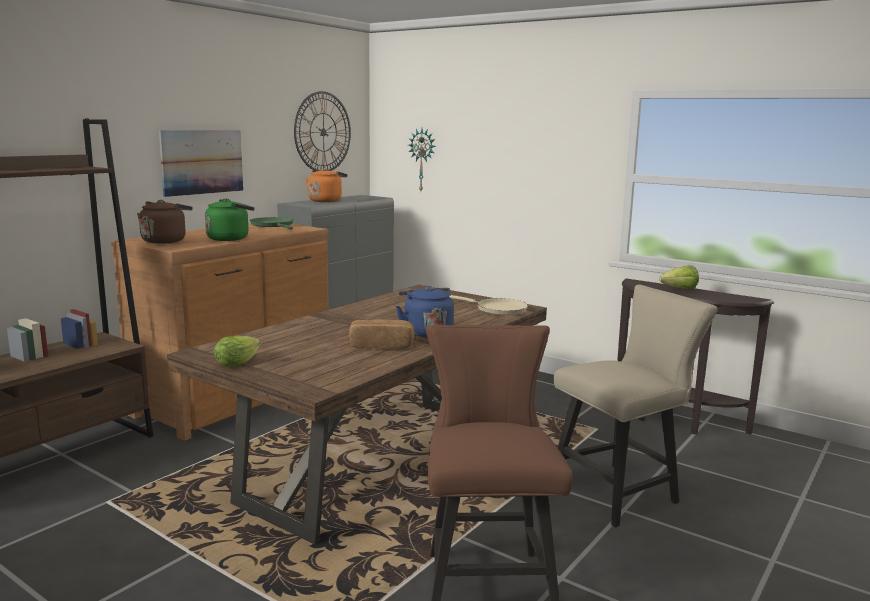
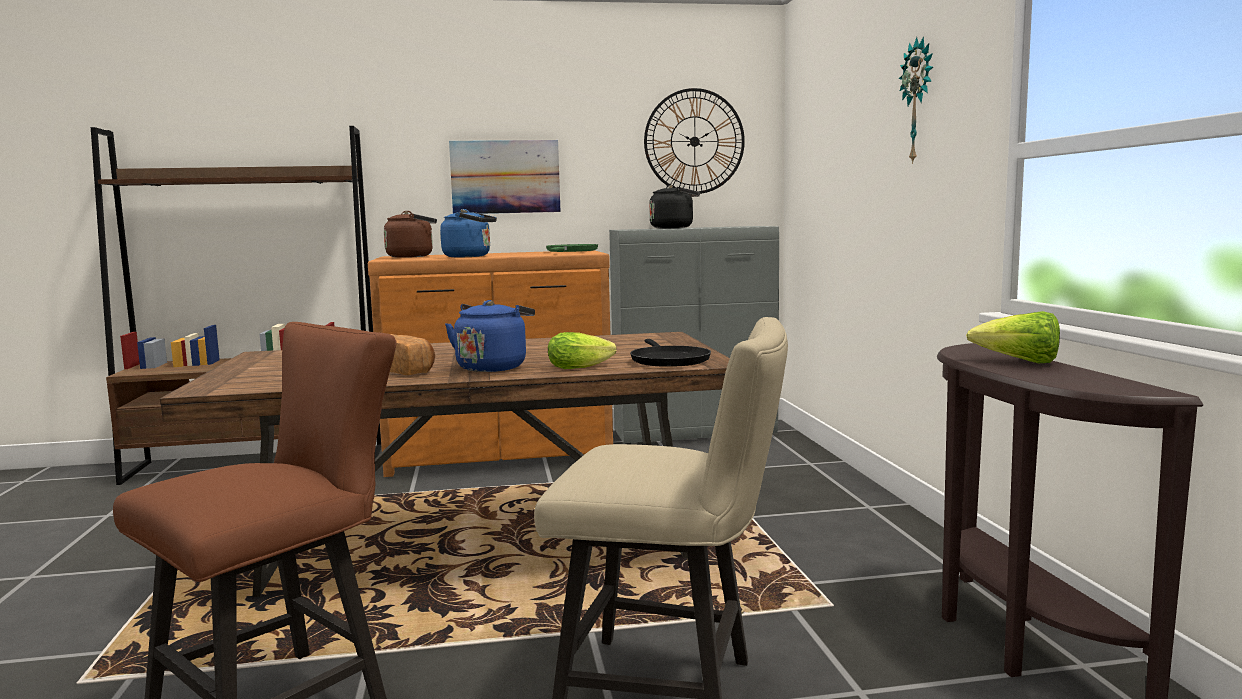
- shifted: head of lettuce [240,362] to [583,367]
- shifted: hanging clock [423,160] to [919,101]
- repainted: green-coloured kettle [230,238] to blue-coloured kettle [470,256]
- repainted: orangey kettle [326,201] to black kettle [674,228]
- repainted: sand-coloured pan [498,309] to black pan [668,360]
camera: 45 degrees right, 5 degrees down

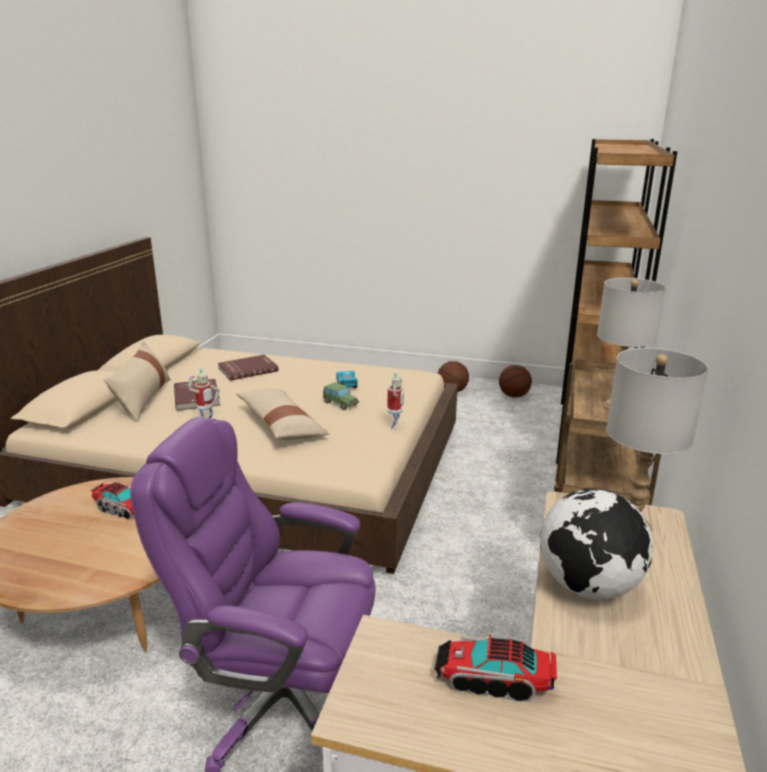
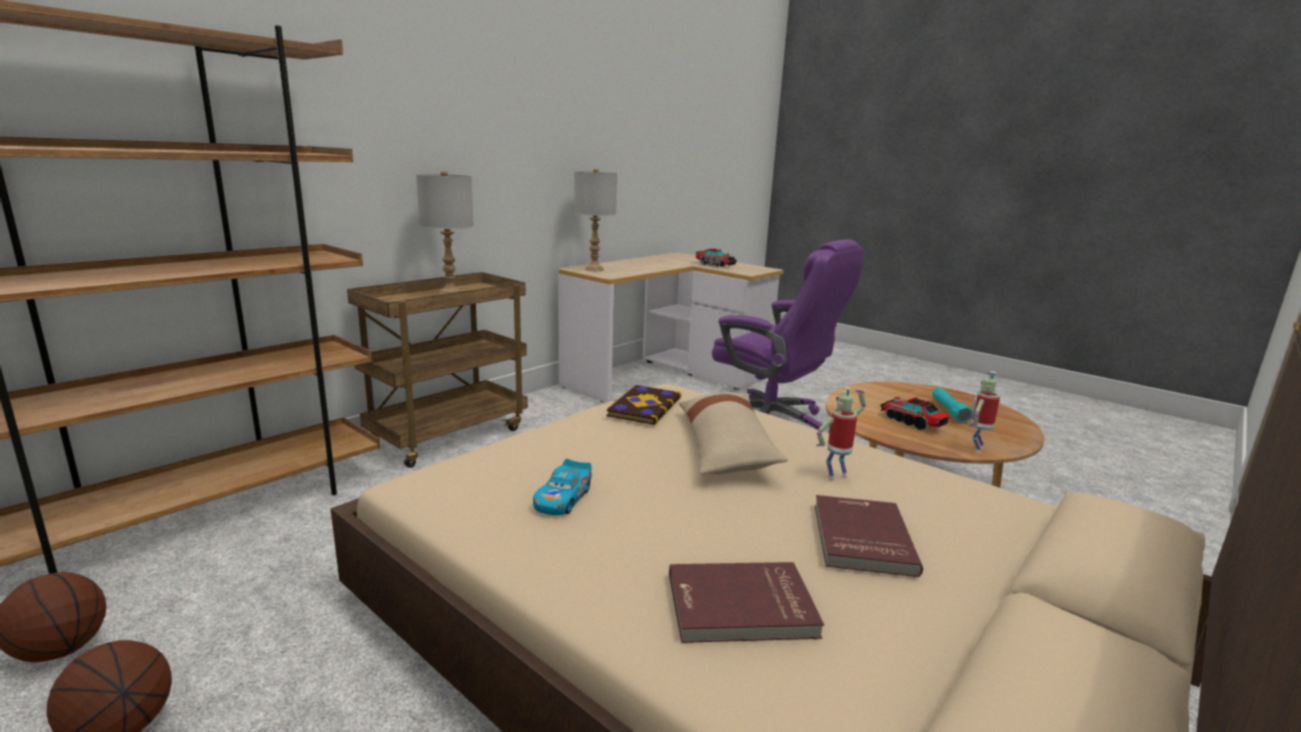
- gone: sand-coloured pillow [143,399]
- gone: miniature car [340,404]
- gone: globe [588,587]
- new: book [643,407]
- new: blue-green torch [949,411]
- shifted: model robot [395,428] to [976,449]
camera: 155 degrees left, 5 degrees down

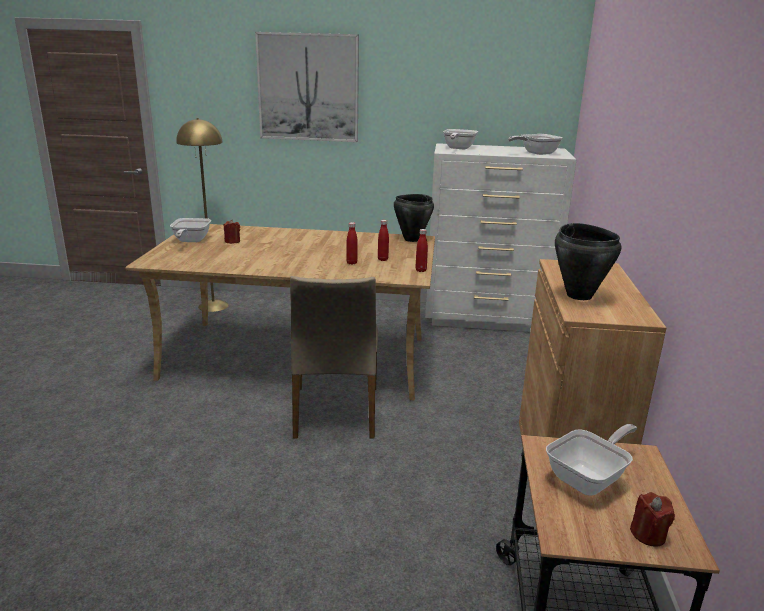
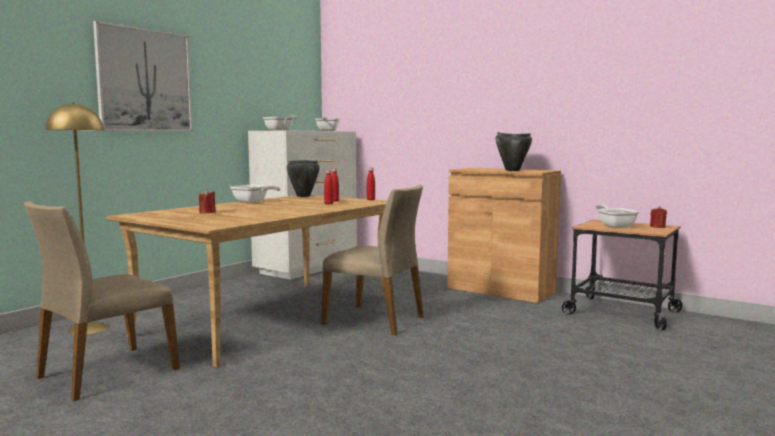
- new: sand-coloured upright chair [106,373]
- shifted: pan [190,241] to [253,202]
camera: 60 degrees left, 15 degrees down

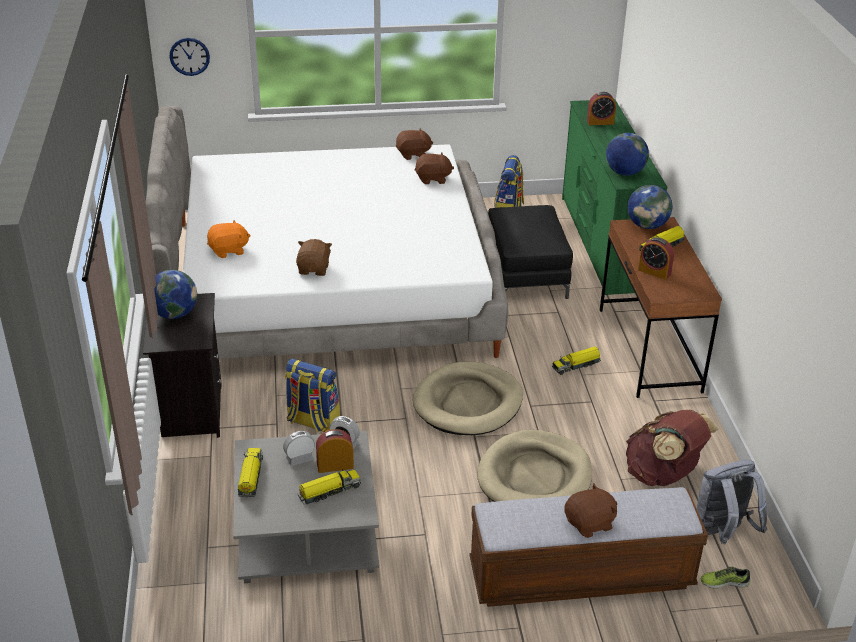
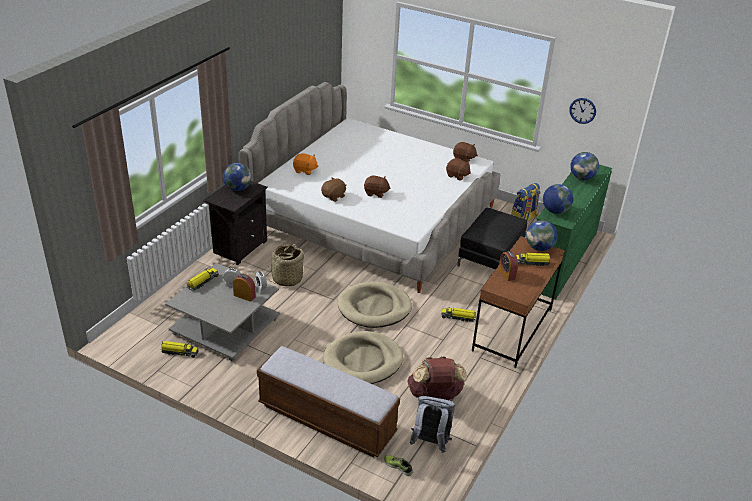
- shifted: hanging clock [189,56] to [582,110]
- shifted: toy truck [328,491] to [179,352]
- shifted: brown plush toy [590,524] to [376,193]
- swapped: knapsack [312,421] to storage basket [287,279]
- swapped: table clock [600,122] to globe [582,177]
camera: 35 degrees right, 0 degrees up

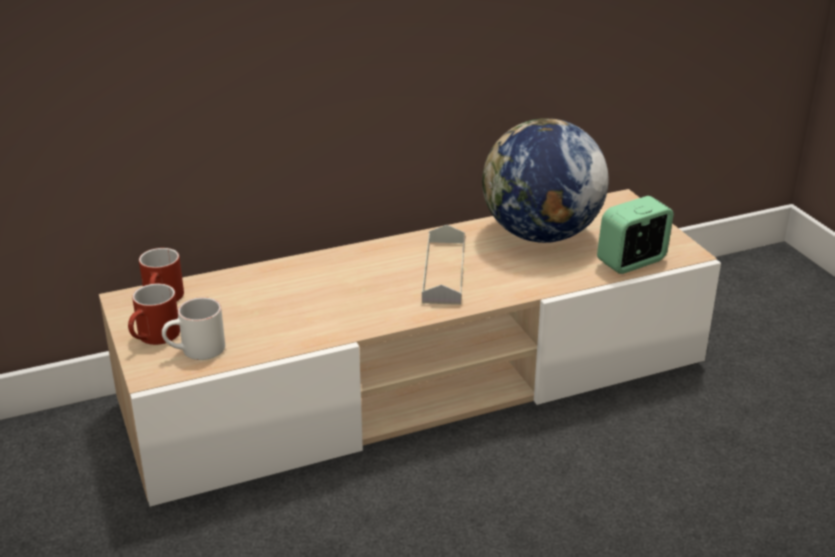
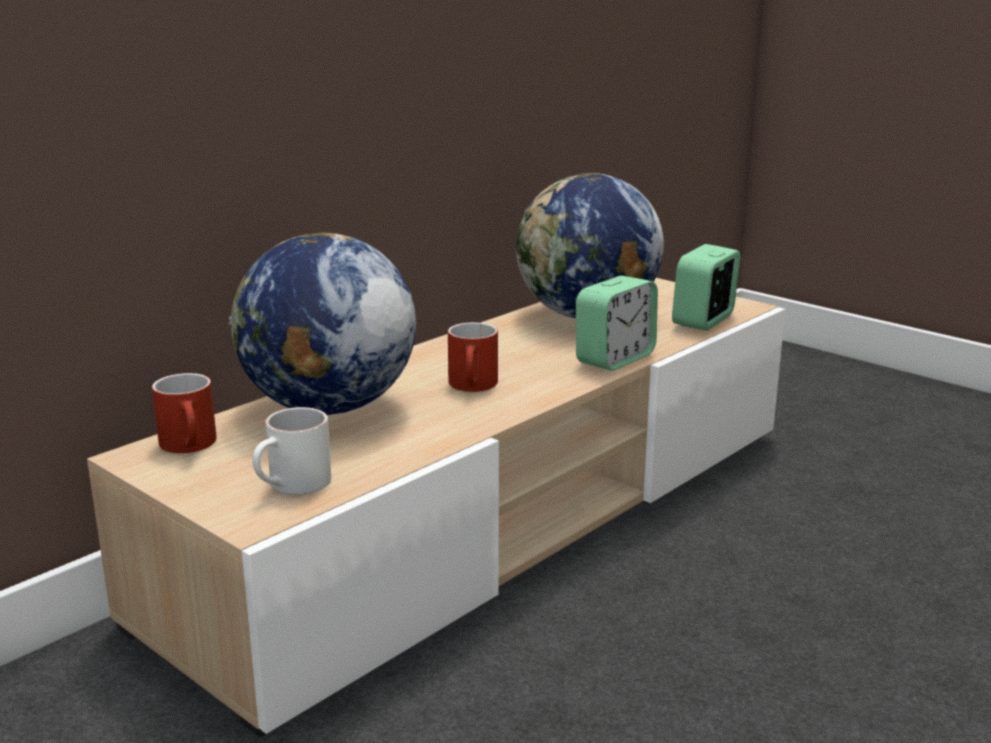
- gone: grey carrying tray [444,271]
- new: globe [328,407]
- new: table clock [615,359]
- shifted: reddish coffee mug [155,338] to [474,386]
camera: 25 degrees left, 10 degrees down

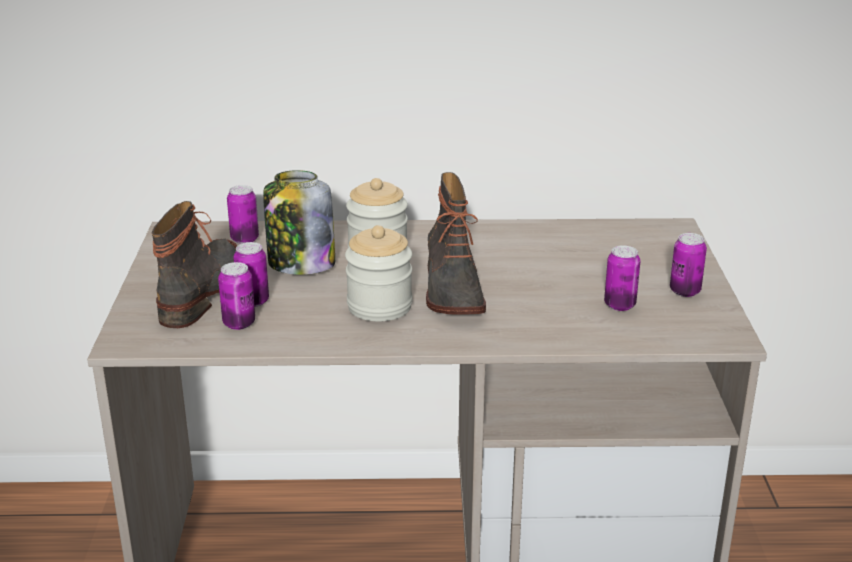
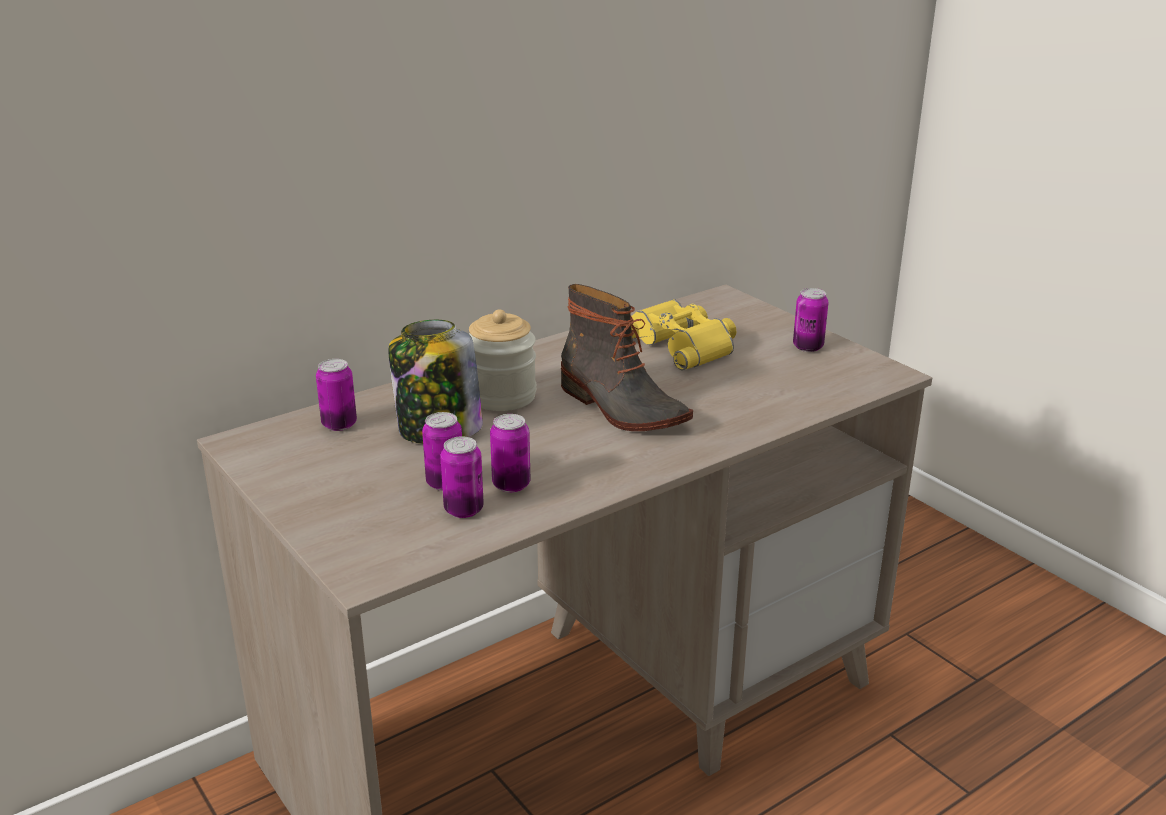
- gone: tall boot [203,291]
- gone: jar [379,306]
- new: yellowish pair of binoculars [683,344]
- shifted: sealed can [619,305] to [511,485]
camera: 35 degrees left, 0 degrees up

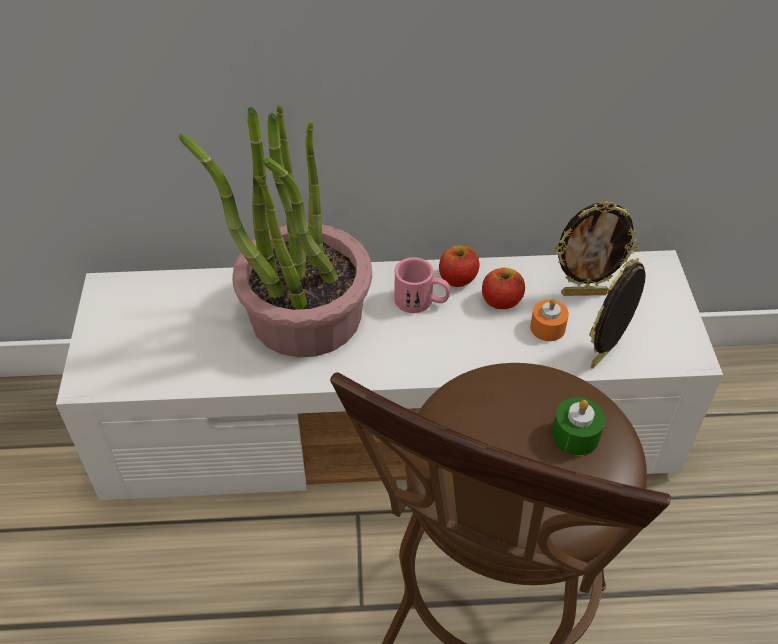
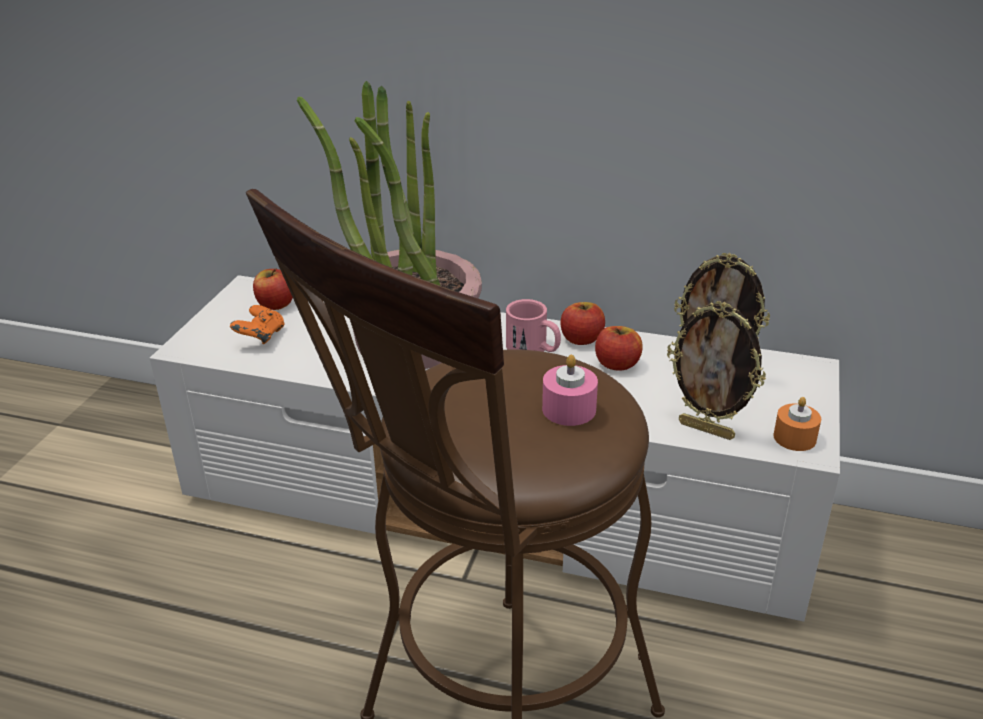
- new: orangey game controller [260,337]
- new: whole apple [275,304]
- shifted: orangey candle [547,328] to [794,438]
- repainted: green-coloured candle [575,435] to pink-coloured candle [569,409]
- rotated: photo frame [605,356] = [707,429] 120 degrees counterclockwise
camera: 20 degrees right, 15 degrees down

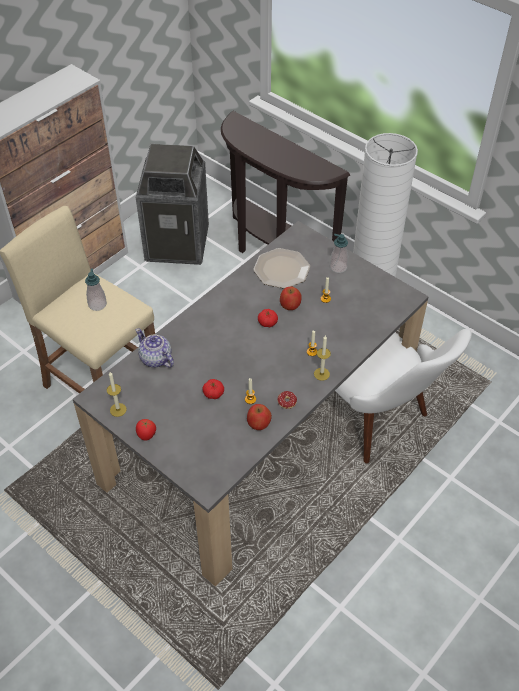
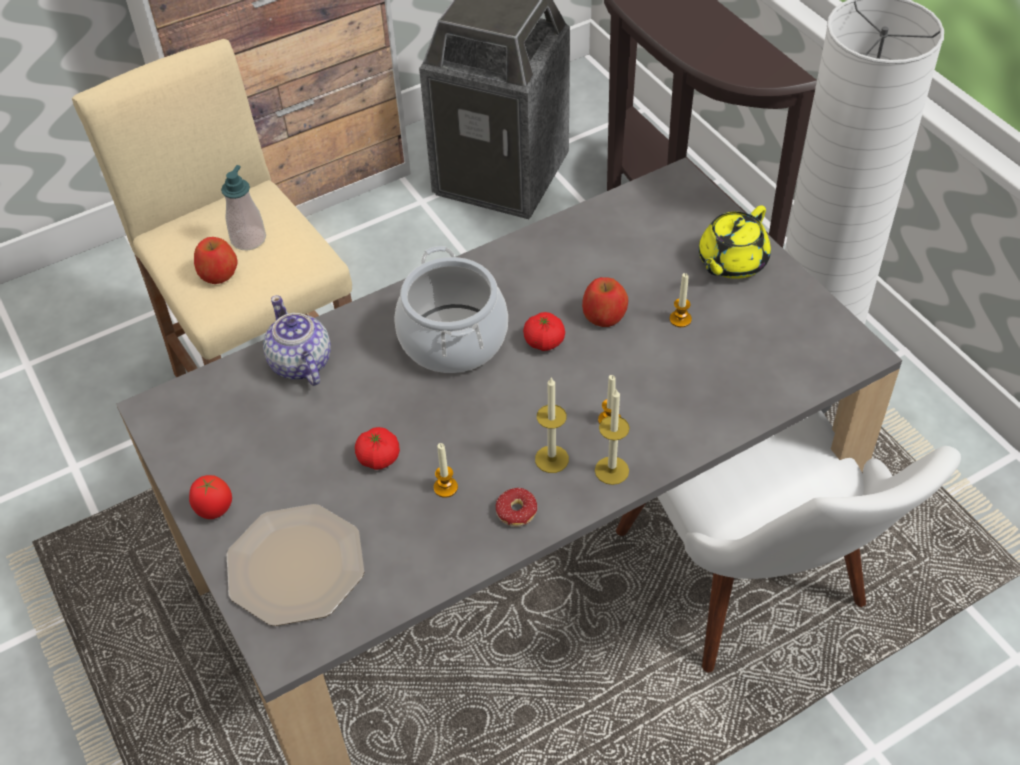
- new: saucepot [453,339]
- shifted: candle [118,410] to [551,459]
- shifted: whole apple [258,422] to [218,273]
- shifted: plate [281,269] to [294,565]
- swapped: soap dispenser [338,267] to yellowish tea pot [731,262]
camera: 20 degrees right, 0 degrees up

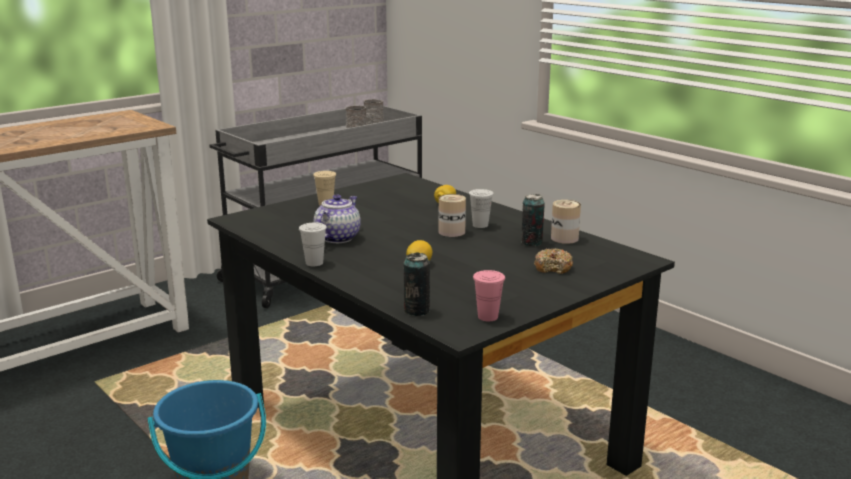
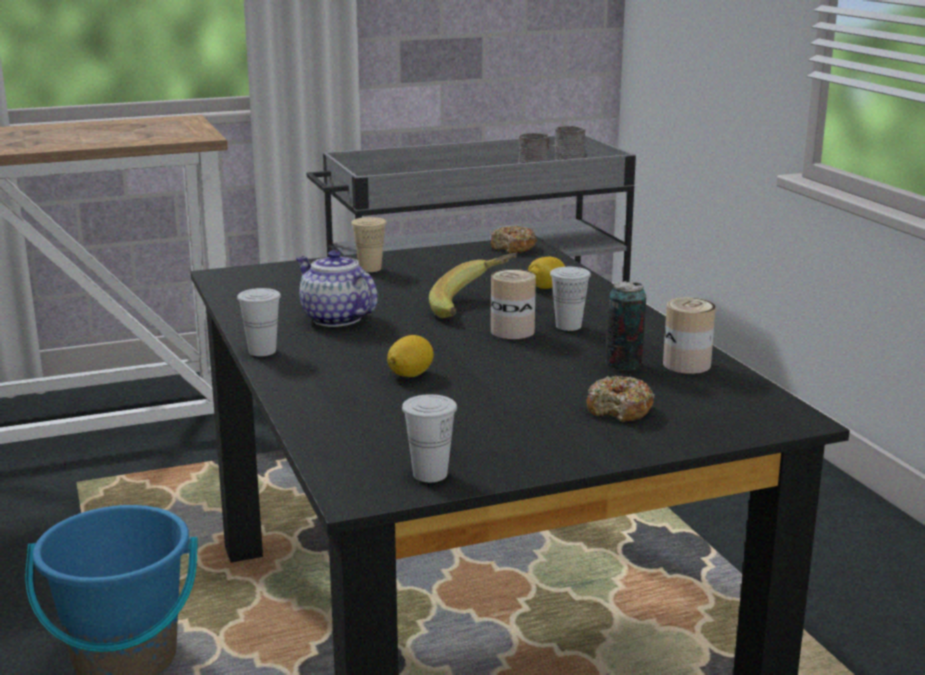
- gone: sealed can [416,310]
- new: banana fruit [474,307]
- new: doughnut [513,247]
- repainted: pink-coloured cup [488,317] to white cup [430,474]
- rotated: tea pot [337,237] = [335,318] 90 degrees counterclockwise
camera: 20 degrees right, 0 degrees up

